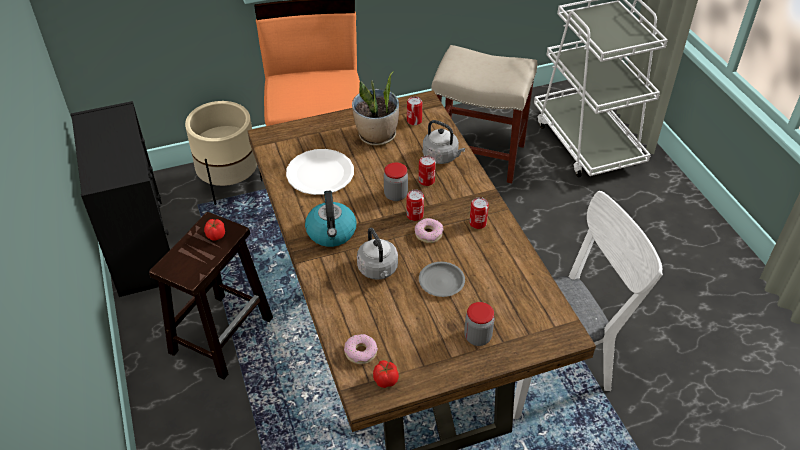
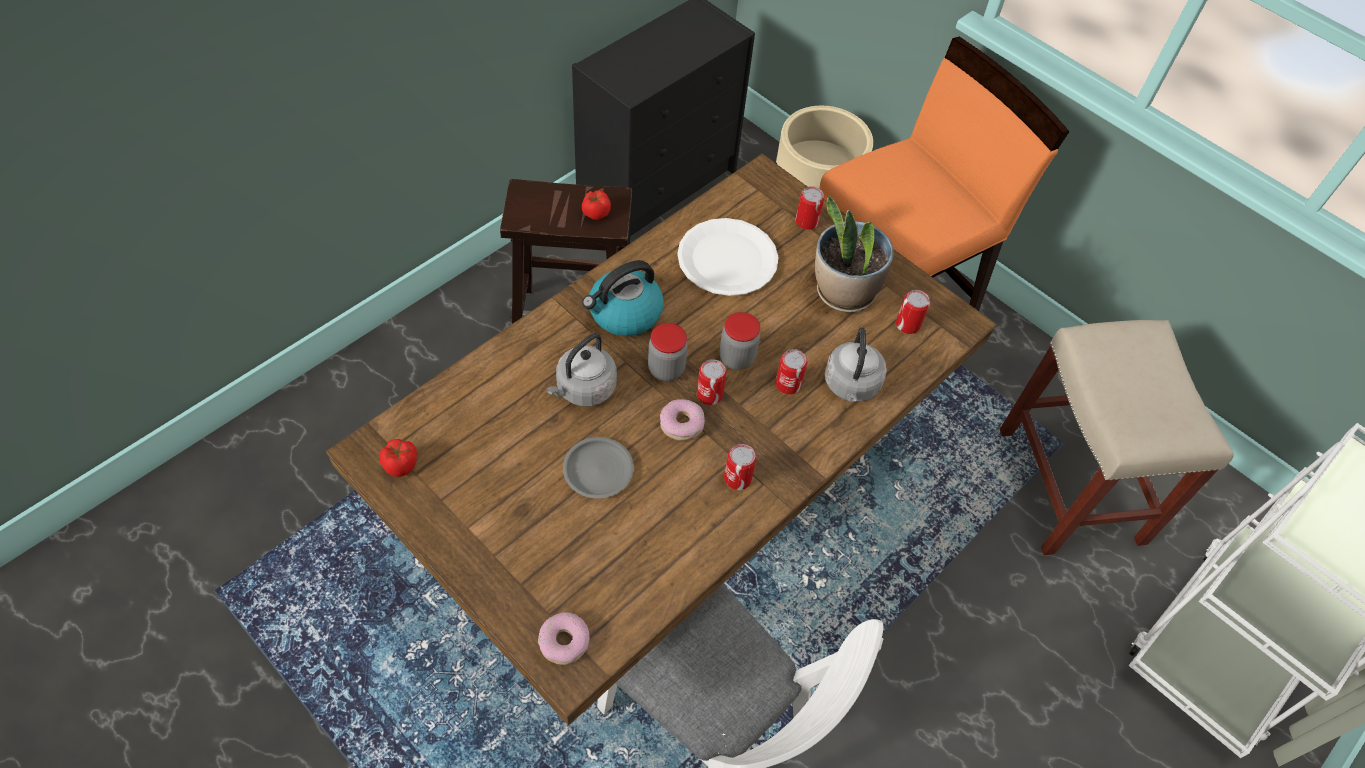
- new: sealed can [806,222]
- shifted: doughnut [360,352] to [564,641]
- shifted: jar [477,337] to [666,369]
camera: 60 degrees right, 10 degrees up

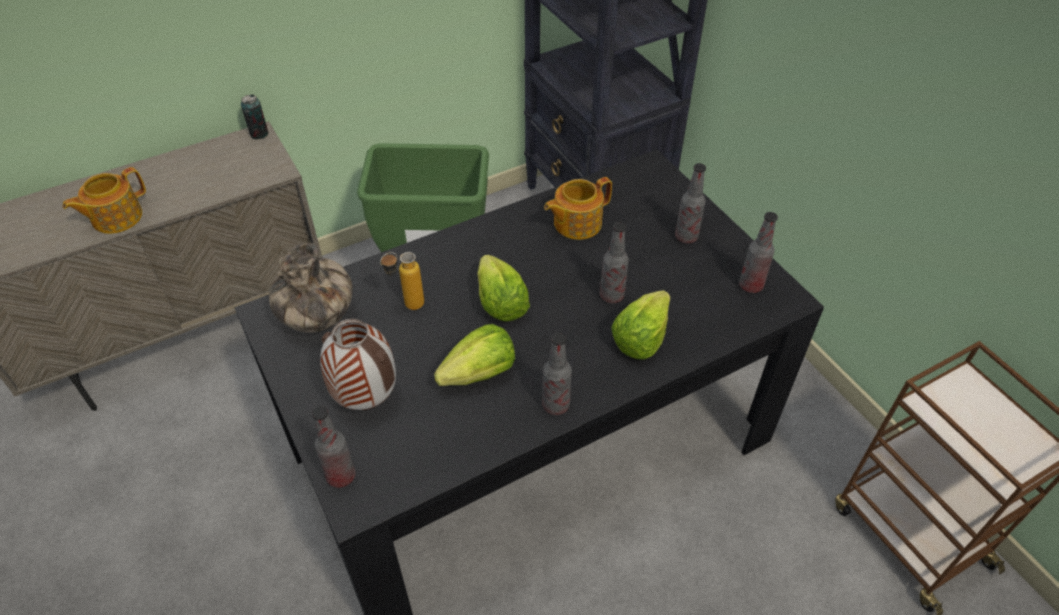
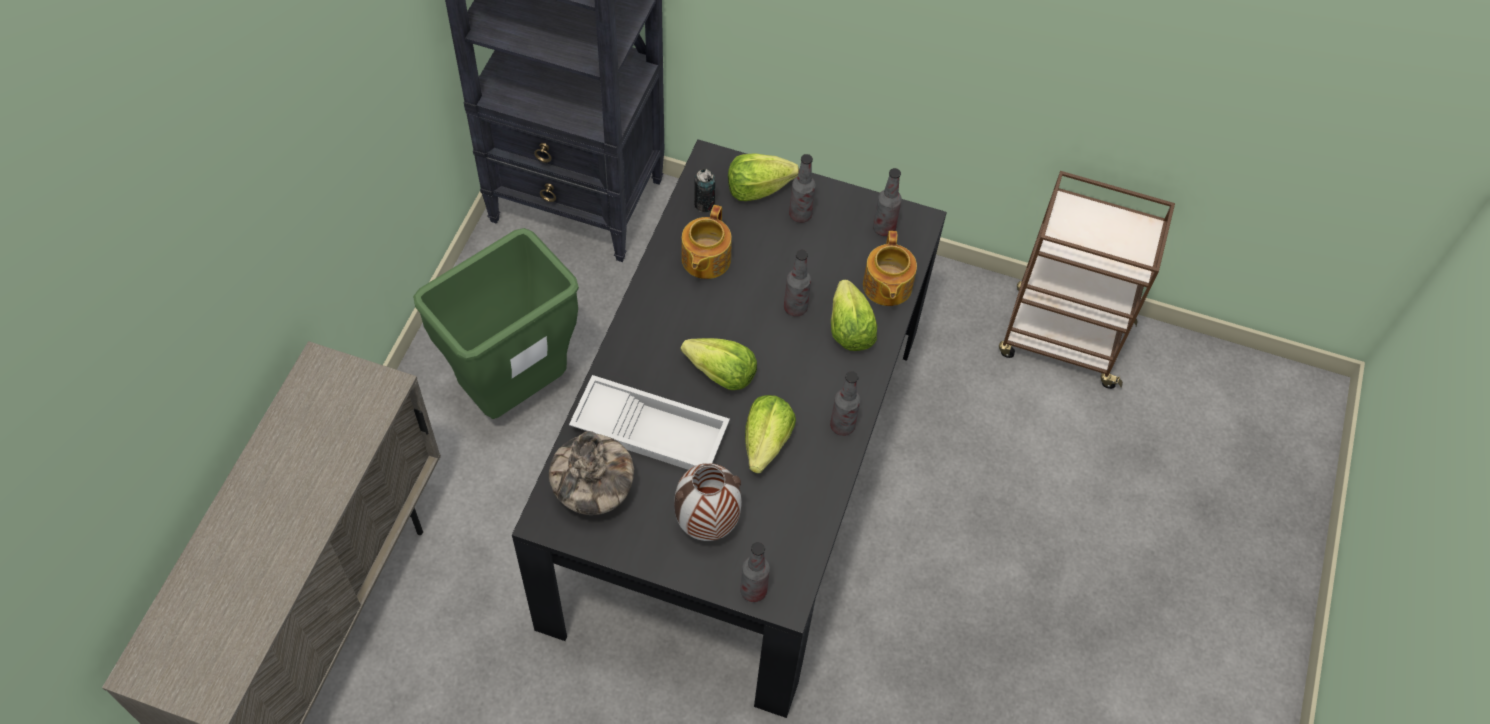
- new: head of lettuce [757,188]
- shifted: tea pot [115,217] to [886,286]
- shifted: sealed can [259,134] to [704,204]
- swapped: drink bottle [407,306] to white carrying tray [652,430]
camera: 45 degrees left, 10 degrees up

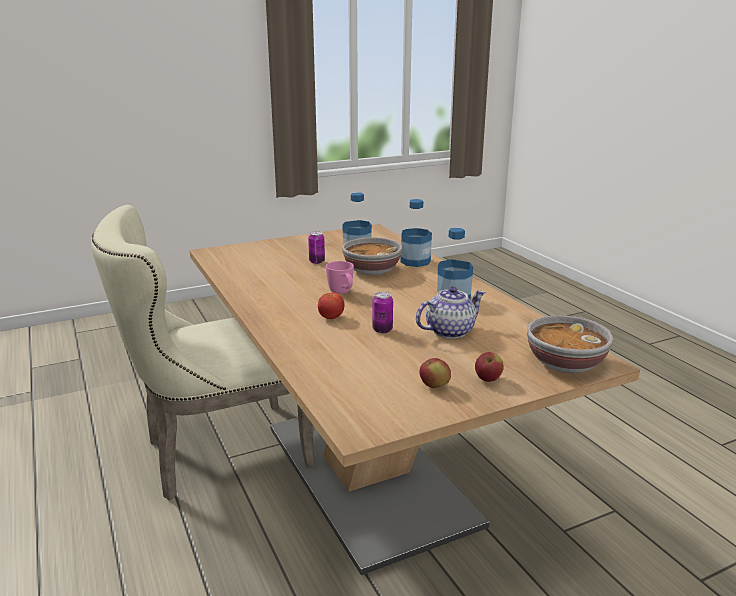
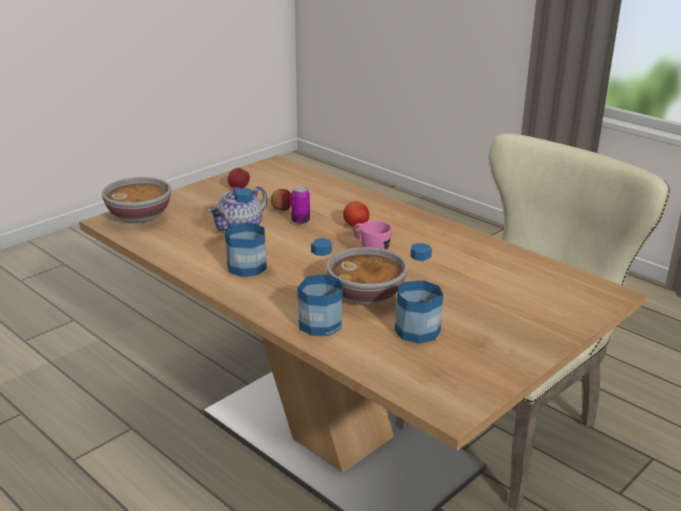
- gone: sealed can [317,261]
- shifted: whole apple [488,379] to [281,210]
camera: 160 degrees right, 5 degrees up

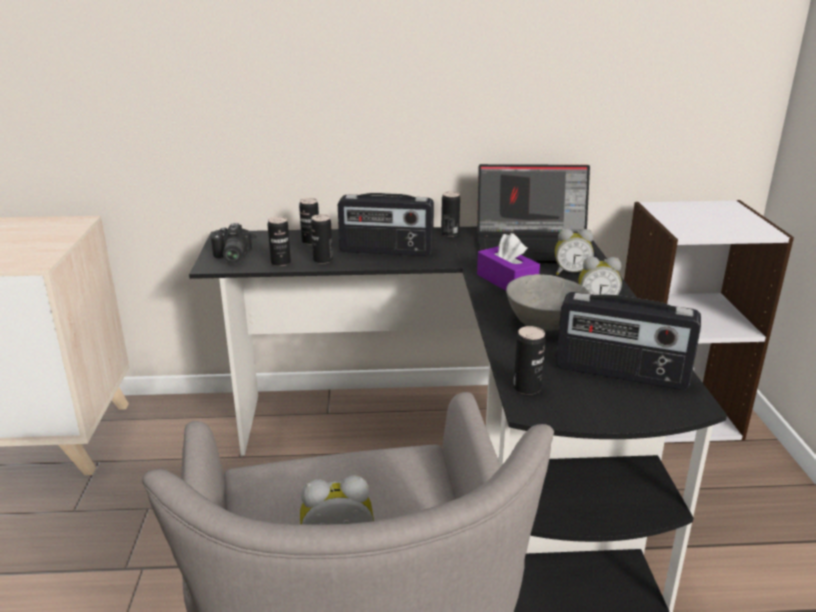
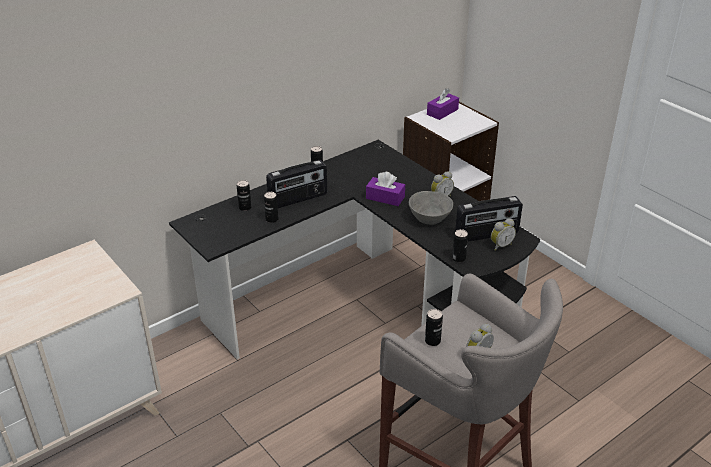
- gone: still camera [230,257]
- gone: portable computer [536,246]
- new: purple-coloured tissue holder [442,112]
- shifted: sealed can [280,263] to [432,341]
- shifted: table clock [571,273] to [500,245]
camera: 35 degrees left, 10 degrees up

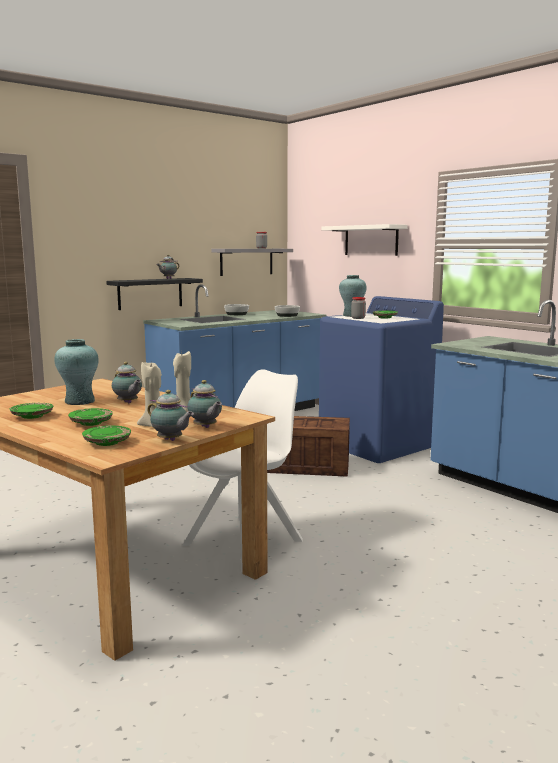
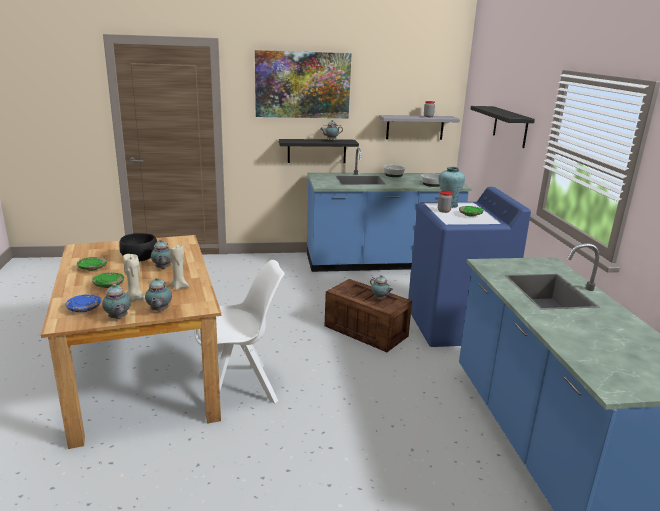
- new: wall art [302,85]
- new: tea pot [380,299]
- swapped: blue-green flower vase [79,401] to black deep dish [140,259]
- repainted: green-coloured plate [107,442] to blue-coloured plate [84,308]
- repainted: white wall shelf [371,240] to black wall shelf [510,126]
camera: 30 degrees right, 10 degrees up

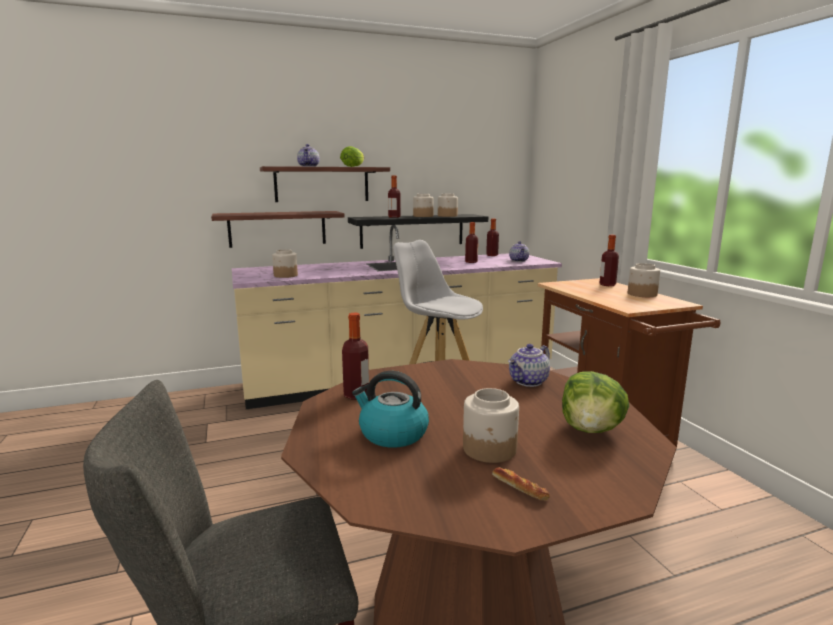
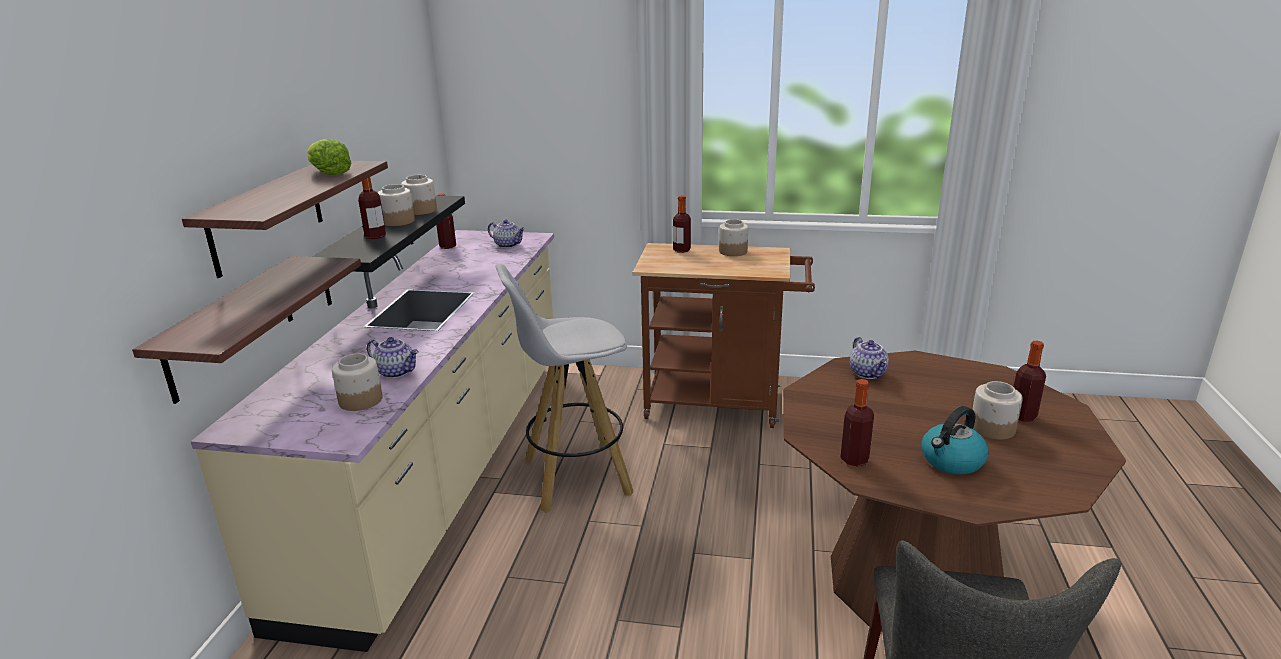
- gone: bread [519,488]
- gone: head of lettuce [591,430]
- shifted: tea pot [309,166] to [397,372]
- shifted: drink bottle [471,262] to [1022,416]
camera: 60 degrees left, 10 degrees up

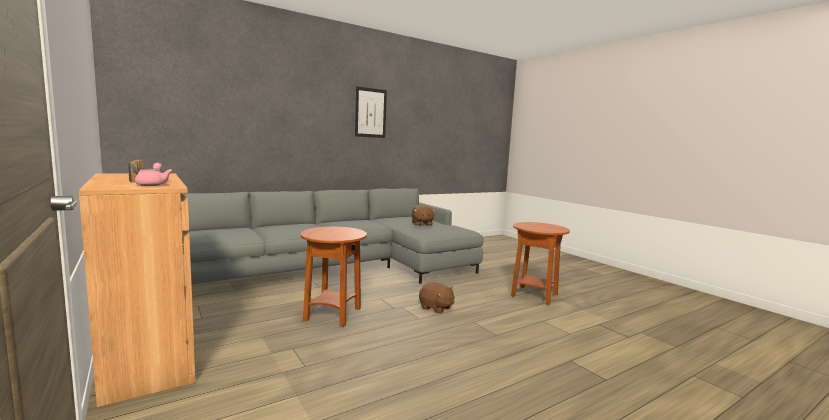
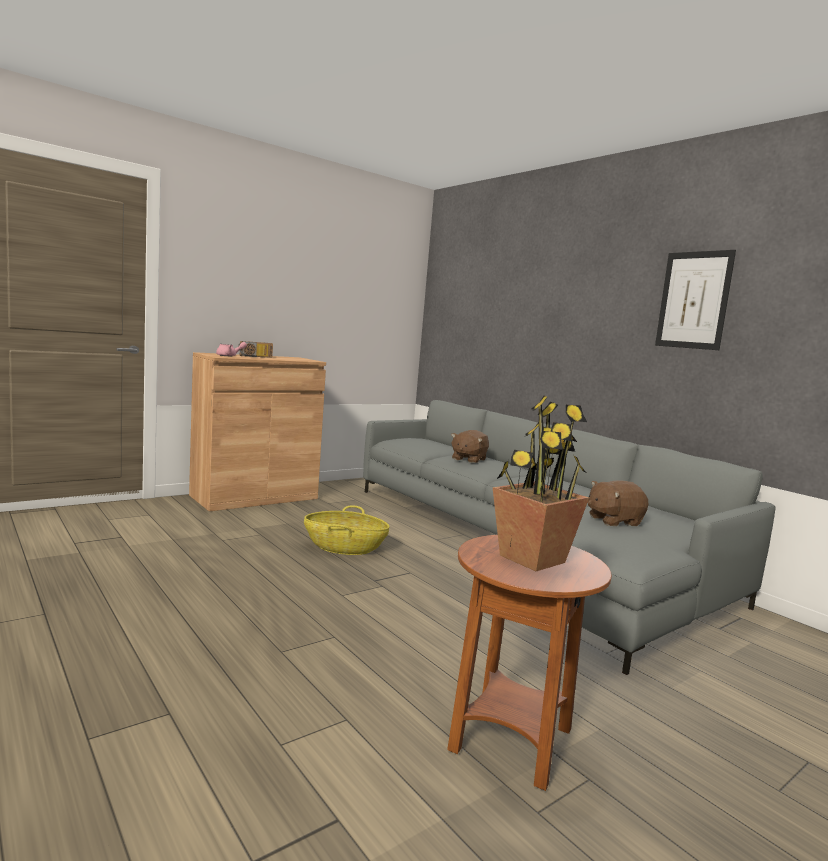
- new: plant in a pot [531,558]
- shifted: brown plush toy [436,308] to [468,459]
- swapped: brown accent table [332,315] to storage basket [344,547]
camera: 85 degrees right, 0 degrees up

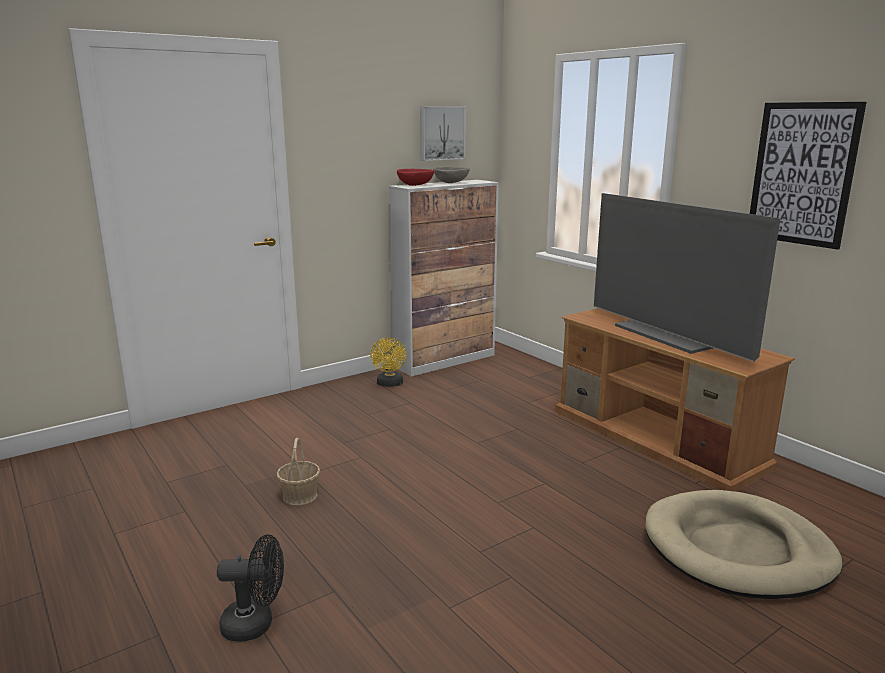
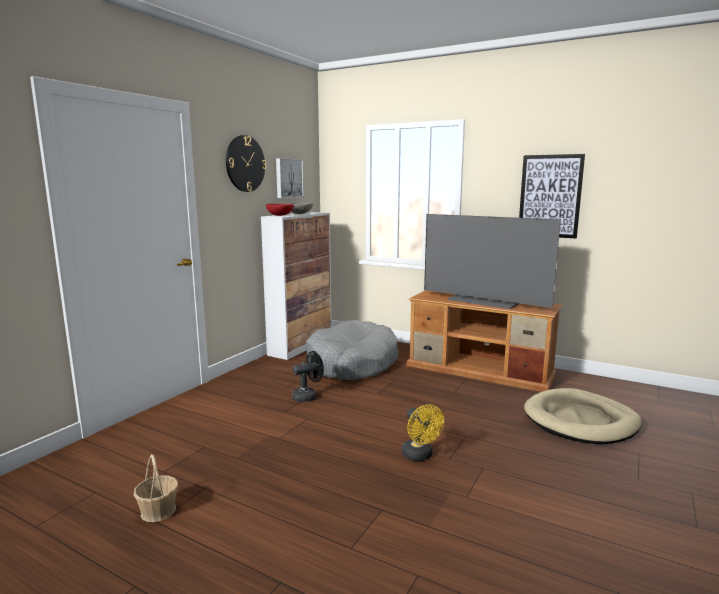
- new: hanging clock [245,163]
- new: grey dog bed [352,363]
- shifted: black cooling fan [256,624] to [308,396]
- shifted: storage basket [300,495] to [158,510]
- shifted: yellowish cooling fan [390,384] to [420,456]
camera: 25 degrees left, 5 degrees down

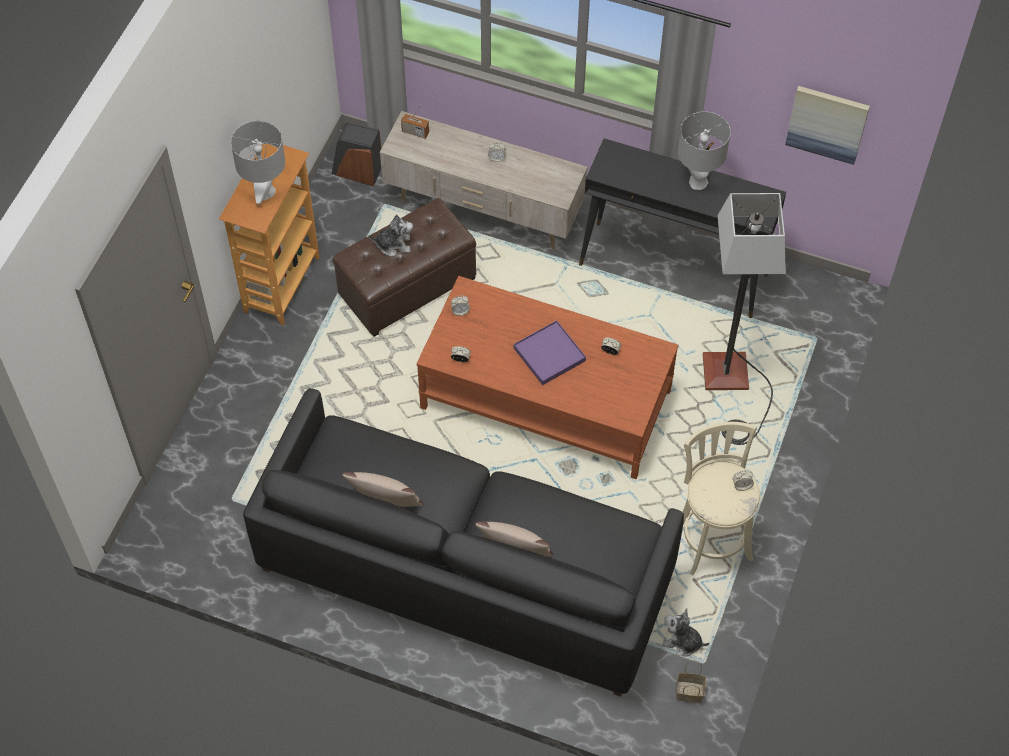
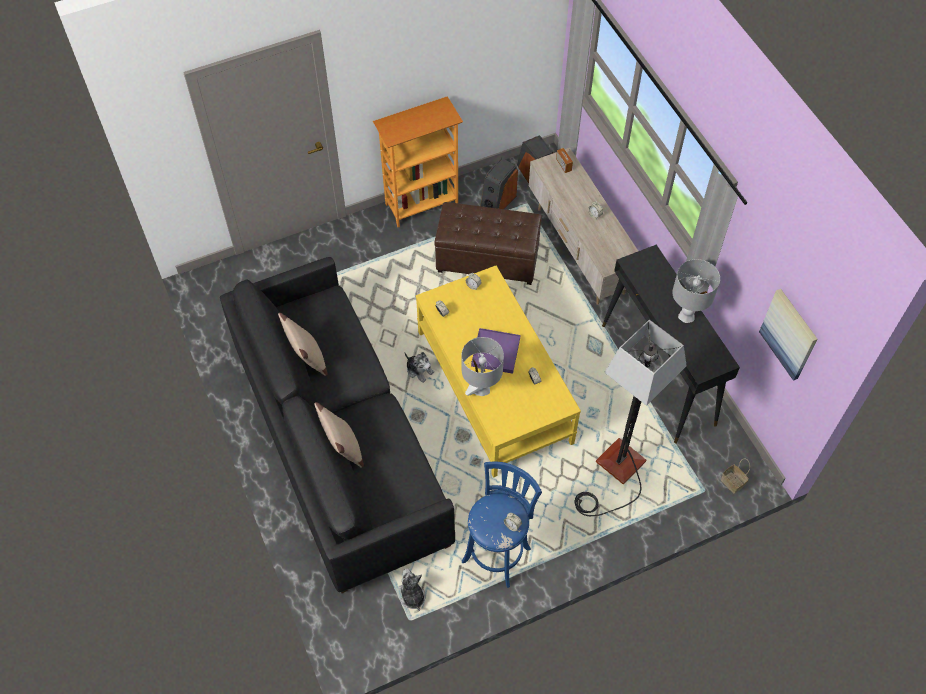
- new: audio speaker [497,202]
- shifted: grey lamp for a table [265,192] to [481,389]
- shifted: plush toy [393,244] to [419,370]
- shifted: storage basket [688,692] to [731,482]
- repainted: brown coffee table [545,399] to yellowish coffee table [493,386]
- repainted: sand-coloured stool seat [711,539] to blue-coloured stool seat [498,552]
camera: 45 degrees right, 0 degrees up

